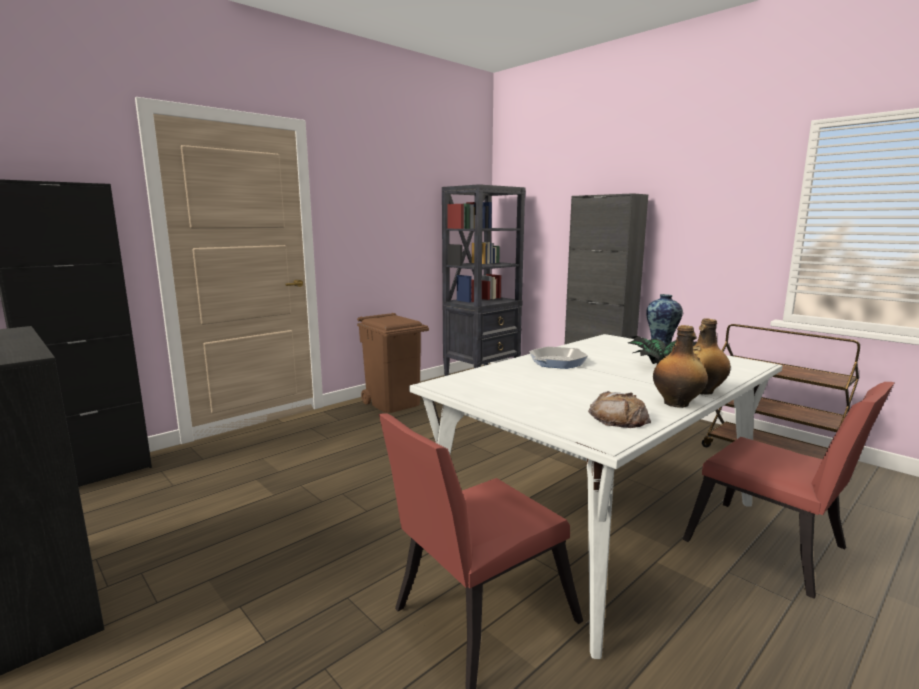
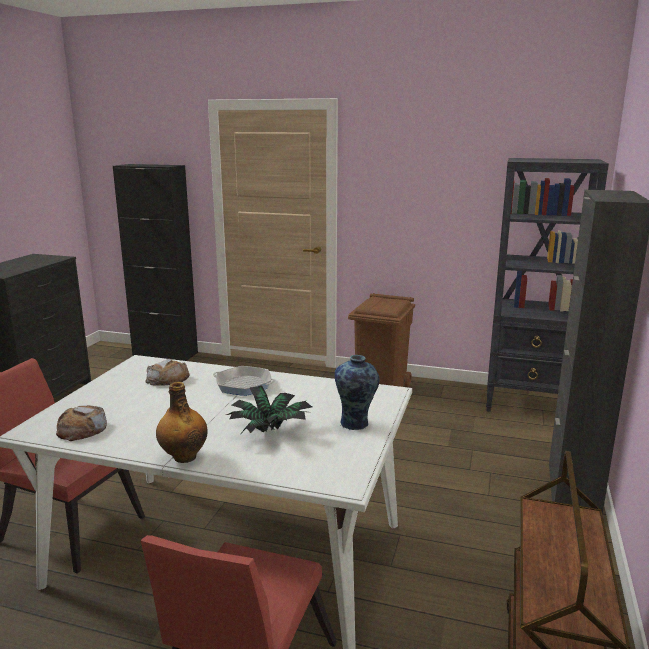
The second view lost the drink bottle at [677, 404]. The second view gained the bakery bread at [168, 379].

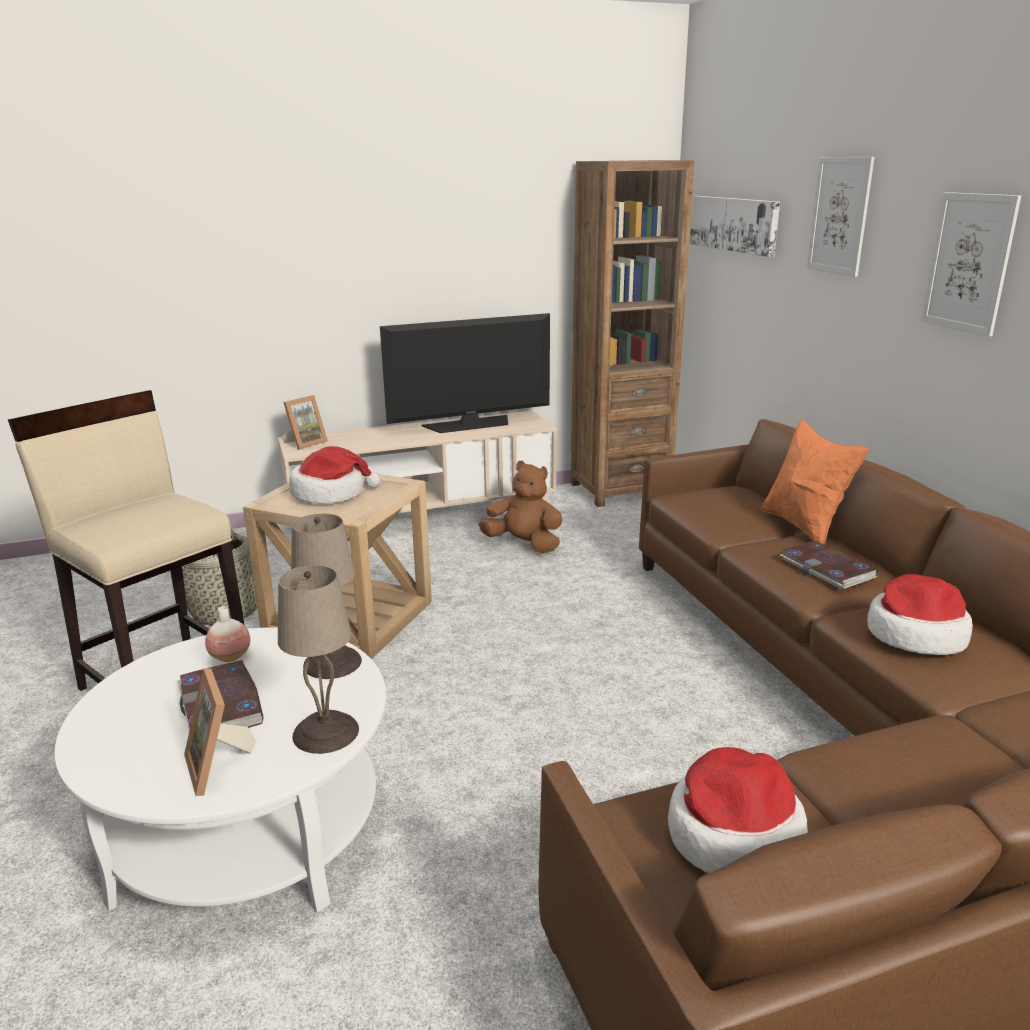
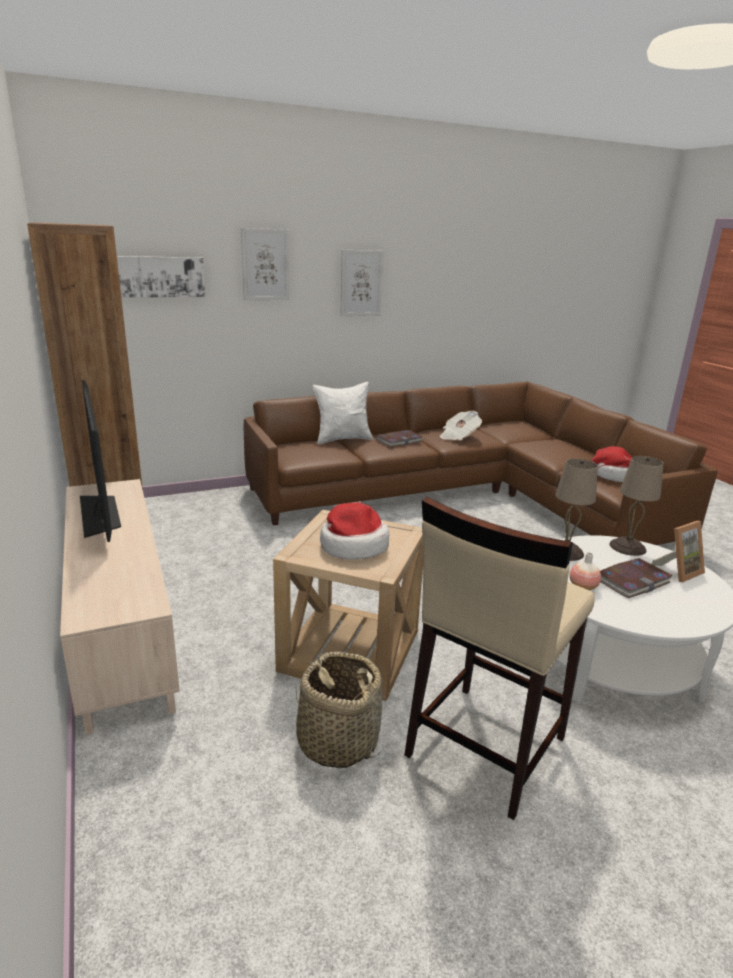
The second view lost the picture frame at [305, 443]. What was the throw pillow (orange) at [804, 527] turned into the throw pillow (white) at [343, 439]. The second view lost the cuddly toy (brownish) at [524, 544]. Where the wearable hat stood at [915, 634], the printed paper came to stand at [458, 436].

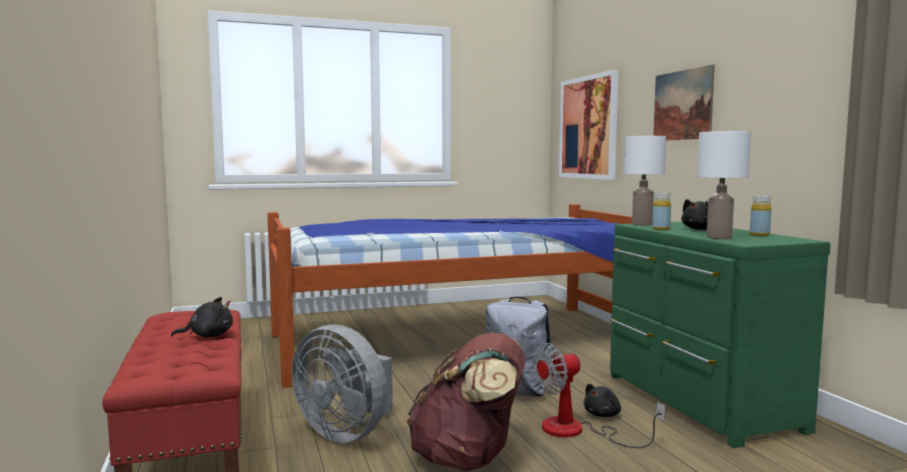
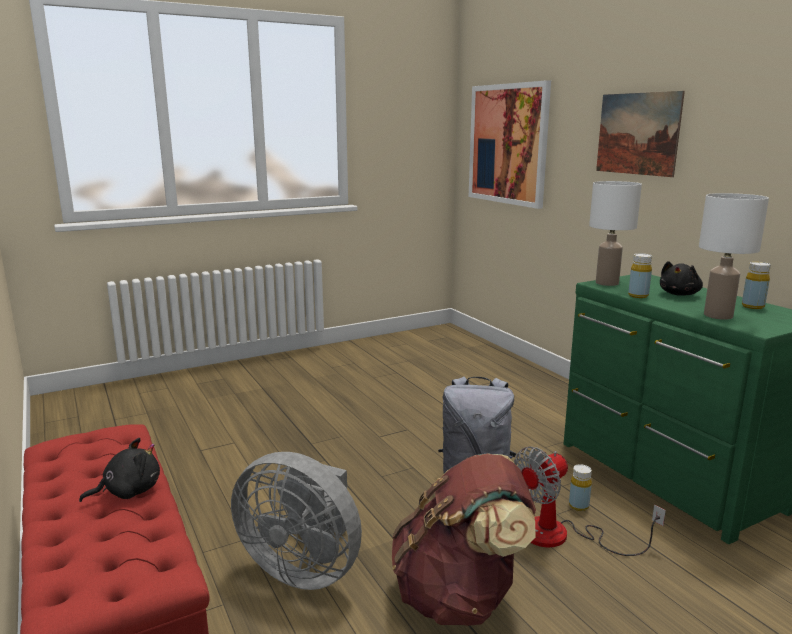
The second view lost the sleeping bed at [457, 339]. Where the cuddly toy (black-coloured) stood at [603, 414], the drink bottle (yellow) came to stand at [578, 506].

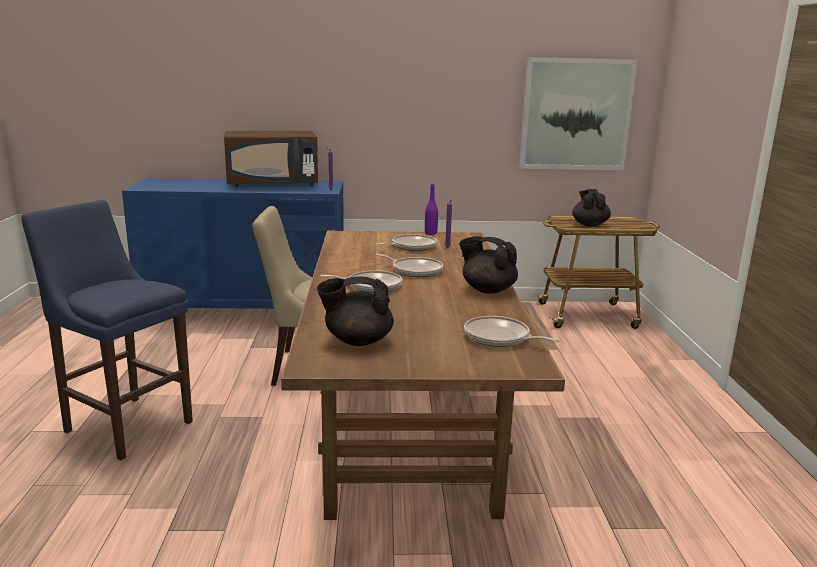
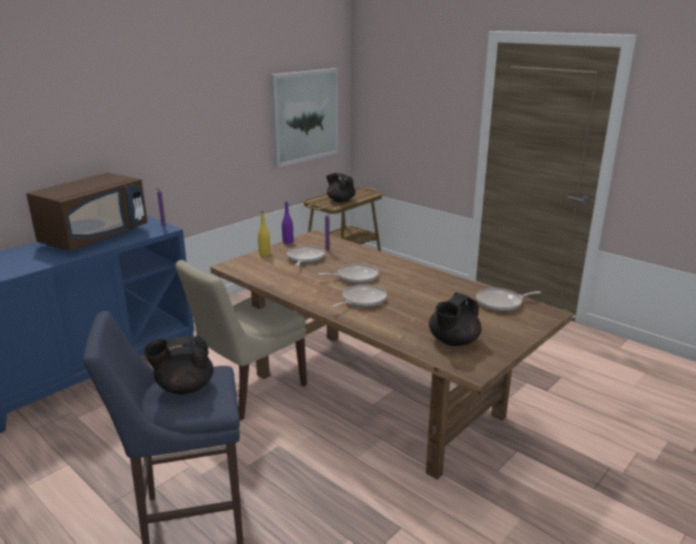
The teapot (black-coloured) ended up elsewhere, having gone from [487, 290] to [184, 387]. The second view gained the drink bottle (yellow) at [264, 254].

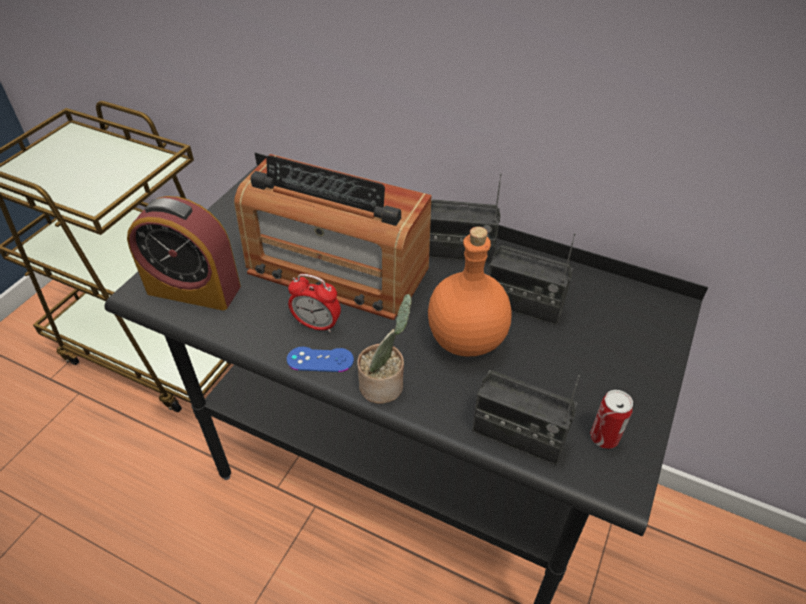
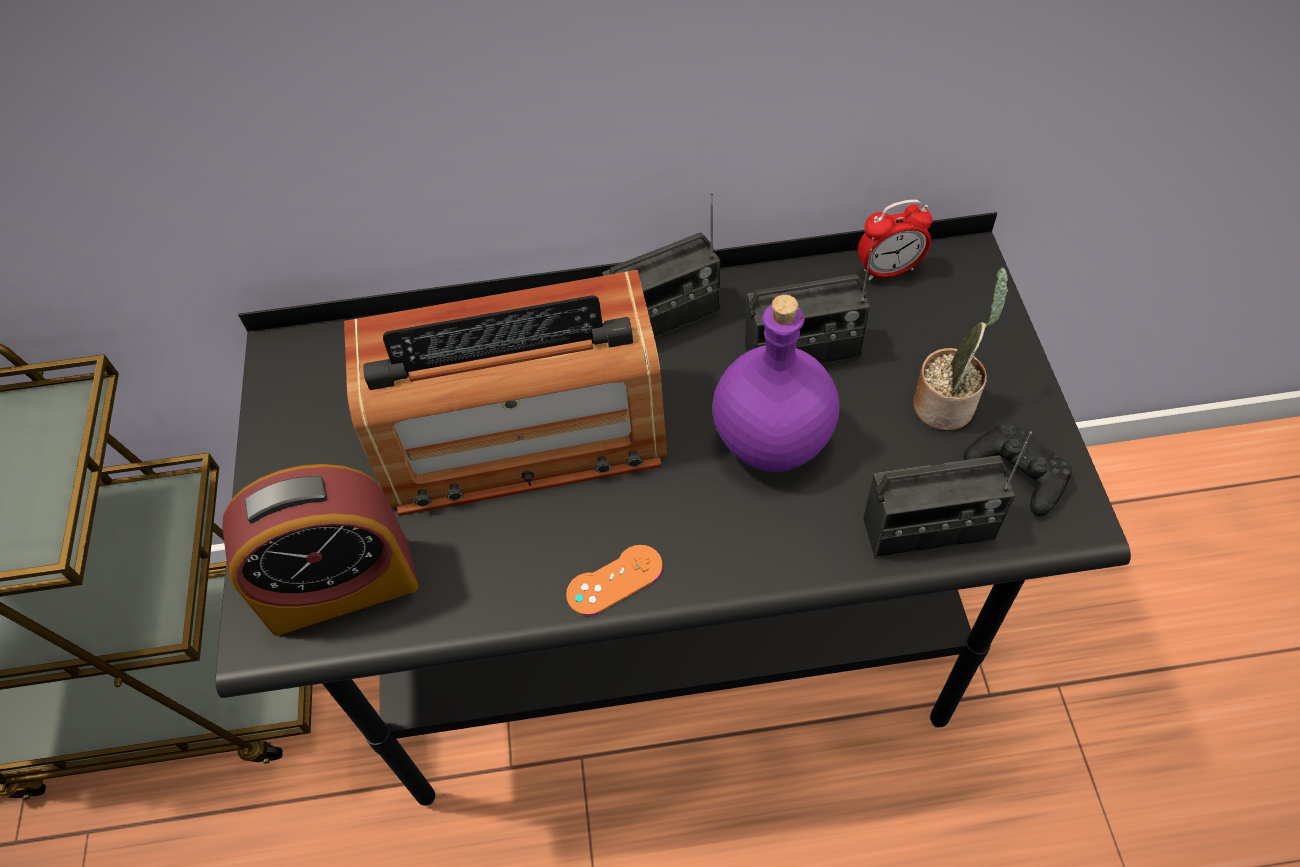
What was the drink bottle (orange) at [468, 339] turned into the drink bottle (purple) at [774, 439]. The alarm clock ended up elsewhere, having gone from [317, 325] to [888, 270]. The plant in a pot ended up elsewhere, having gone from [384, 385] to [947, 403]. What was the game controller (blue-coloured) at [320, 359] turned into the game controller (orange) at [614, 580]. Where the sealed can stood at [604, 437], the game controller (black-coloured) came to stand at [1017, 473].

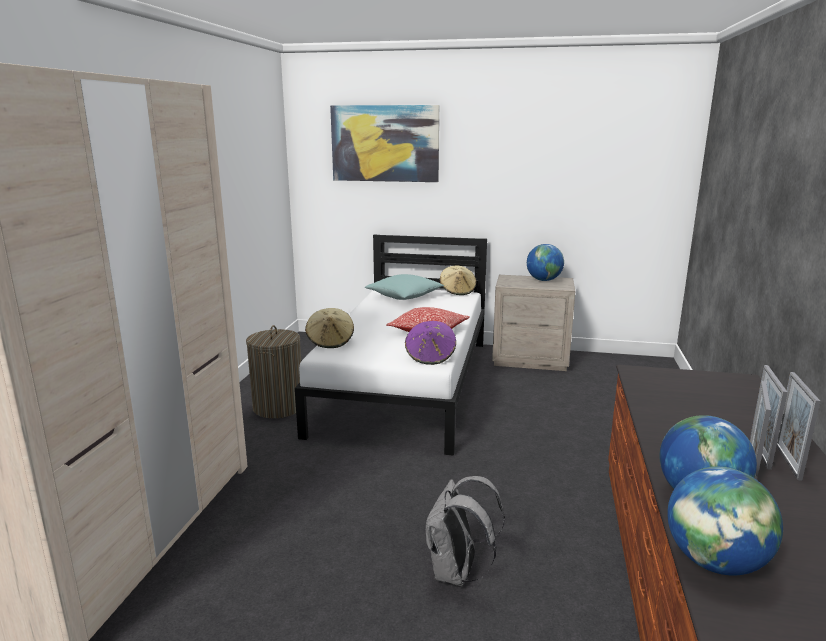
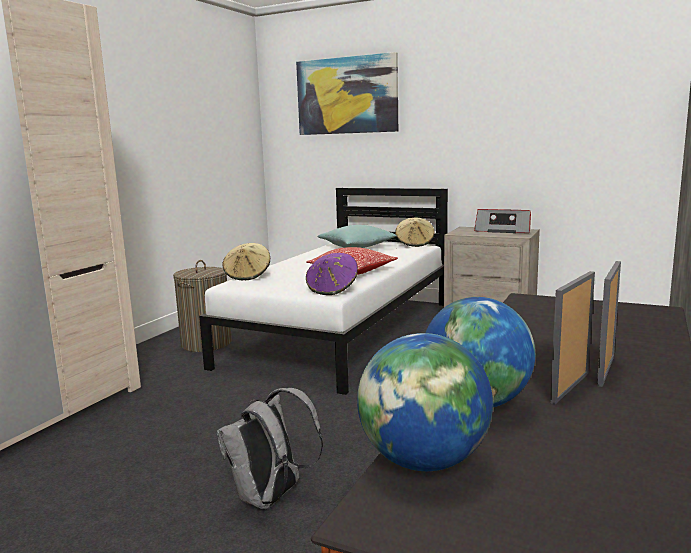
Where the globe stood at [544, 280], the radio set came to stand at [503, 230]. The second view lost the picture frame at [787, 461].

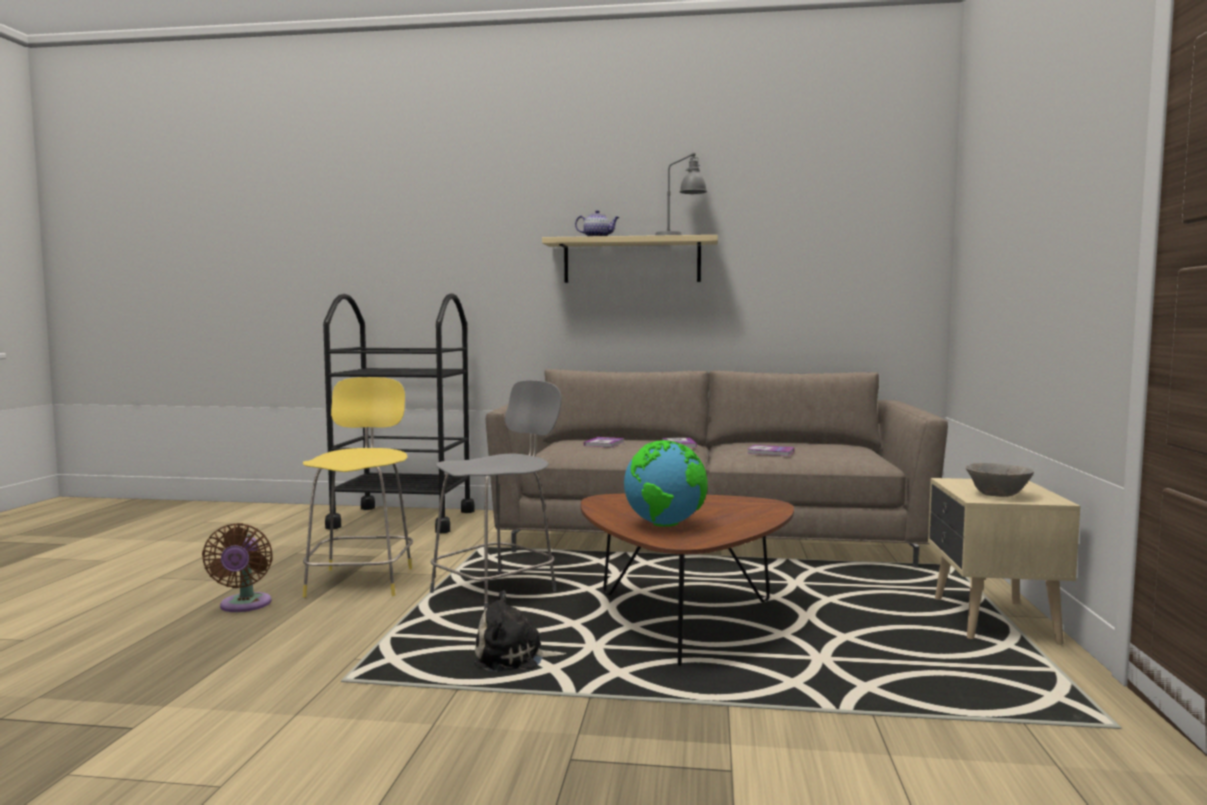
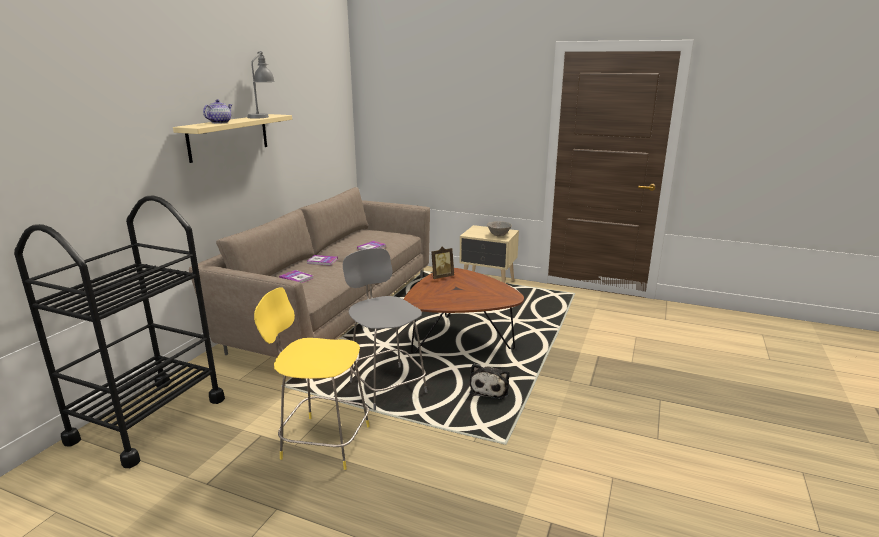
The second view lost the globe at [665, 525]. The second view lost the electric fan (brownish) at [244, 605]. The second view gained the picture frame at [441, 276].

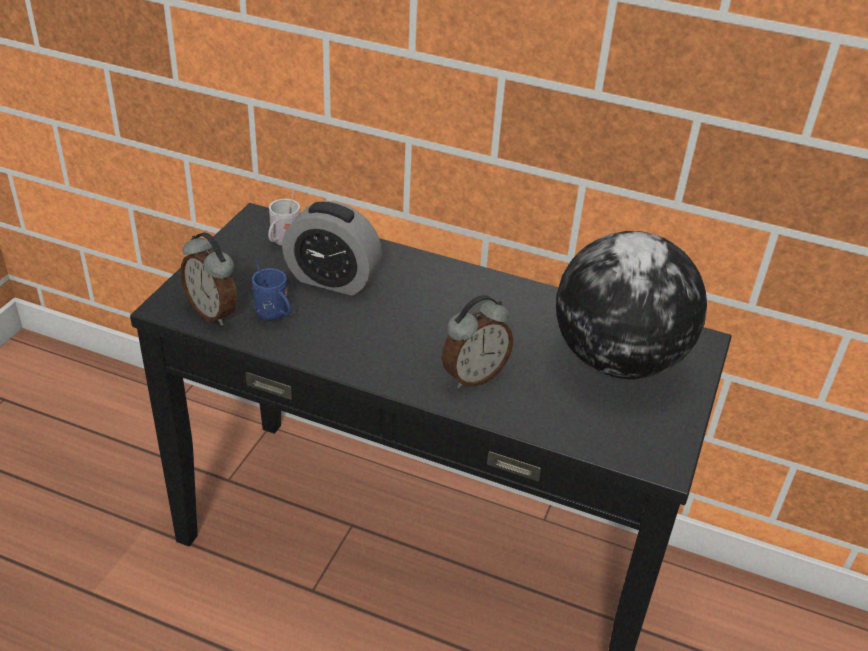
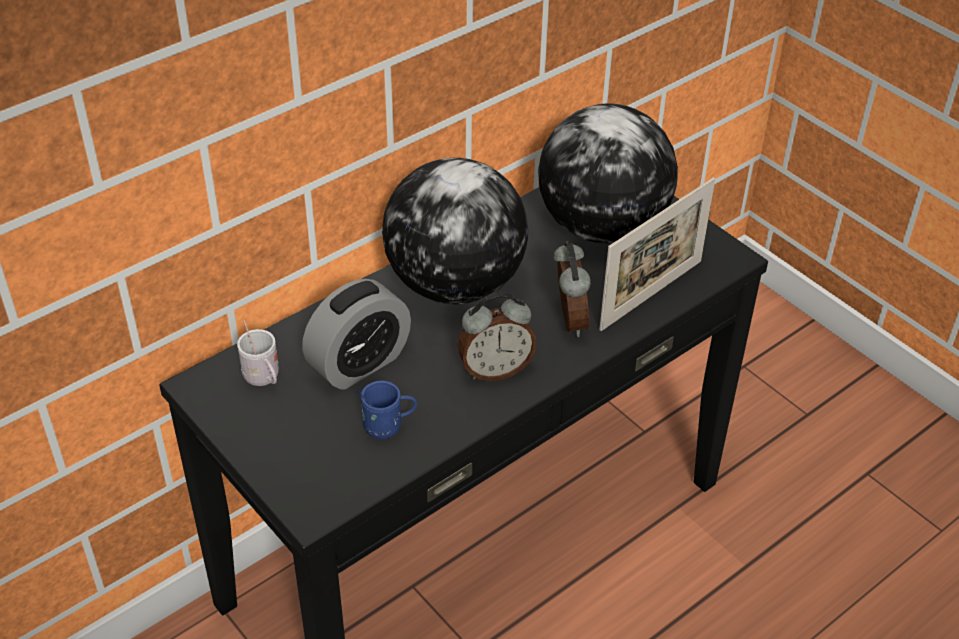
The alarm clock ended up elsewhere, having gone from [213, 312] to [495, 370]. The second view gained the globe at [455, 284]. The second view gained the picture frame at [651, 295].

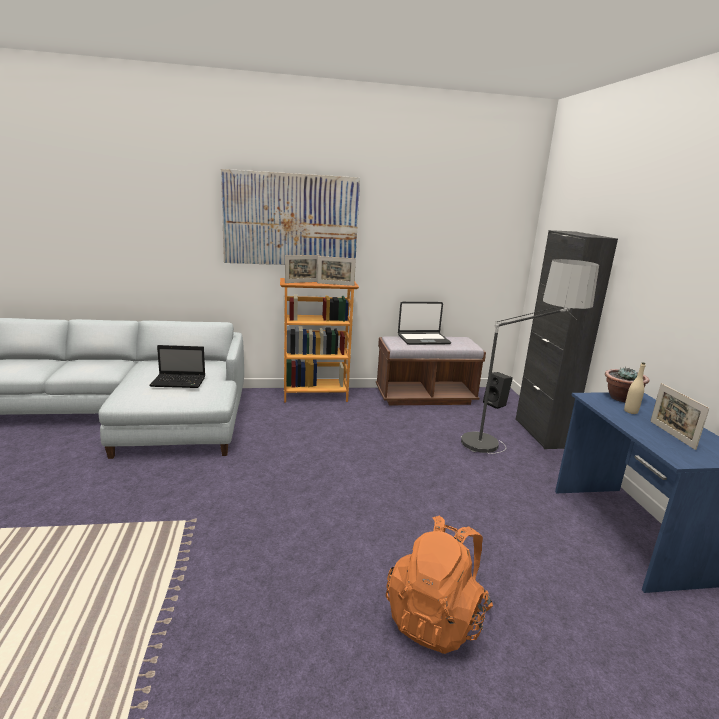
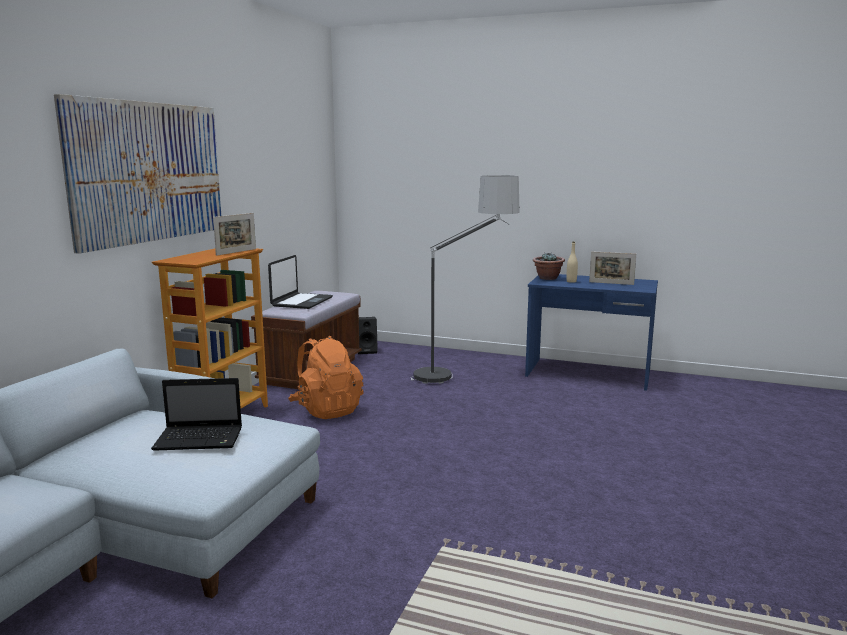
The second view lost the storage cabinet (black-coloured) at [541, 433]. The second view lost the picture frame at [302, 282]. The portable computer at [179, 382] ended up facing another way, 60 degrees clockwise from before. The knapsack (orange) ended up elsewhere, having gone from [436, 618] to [326, 410].

